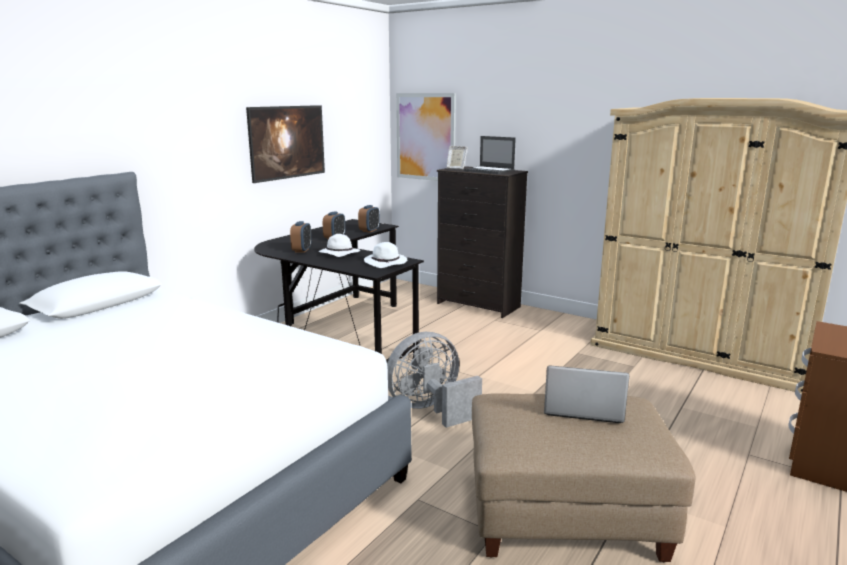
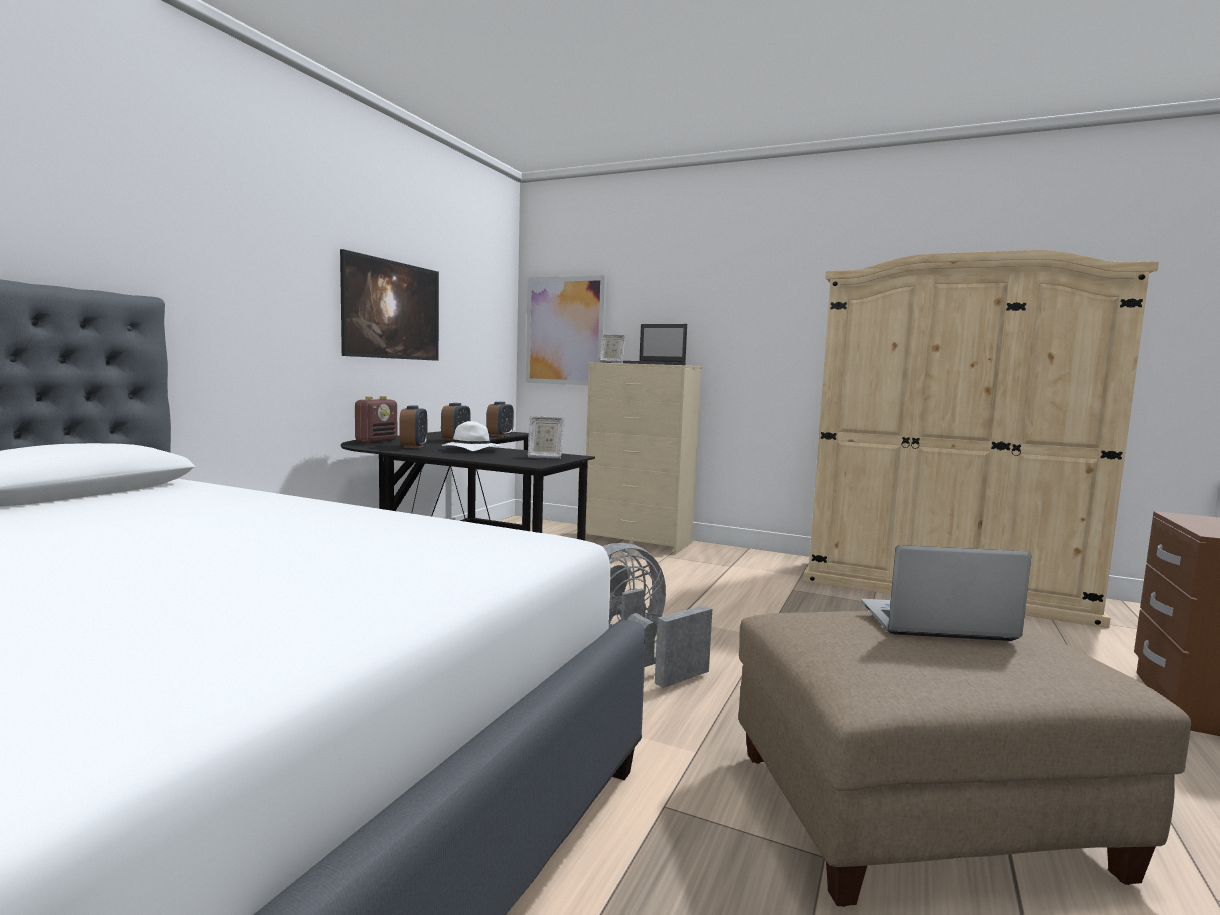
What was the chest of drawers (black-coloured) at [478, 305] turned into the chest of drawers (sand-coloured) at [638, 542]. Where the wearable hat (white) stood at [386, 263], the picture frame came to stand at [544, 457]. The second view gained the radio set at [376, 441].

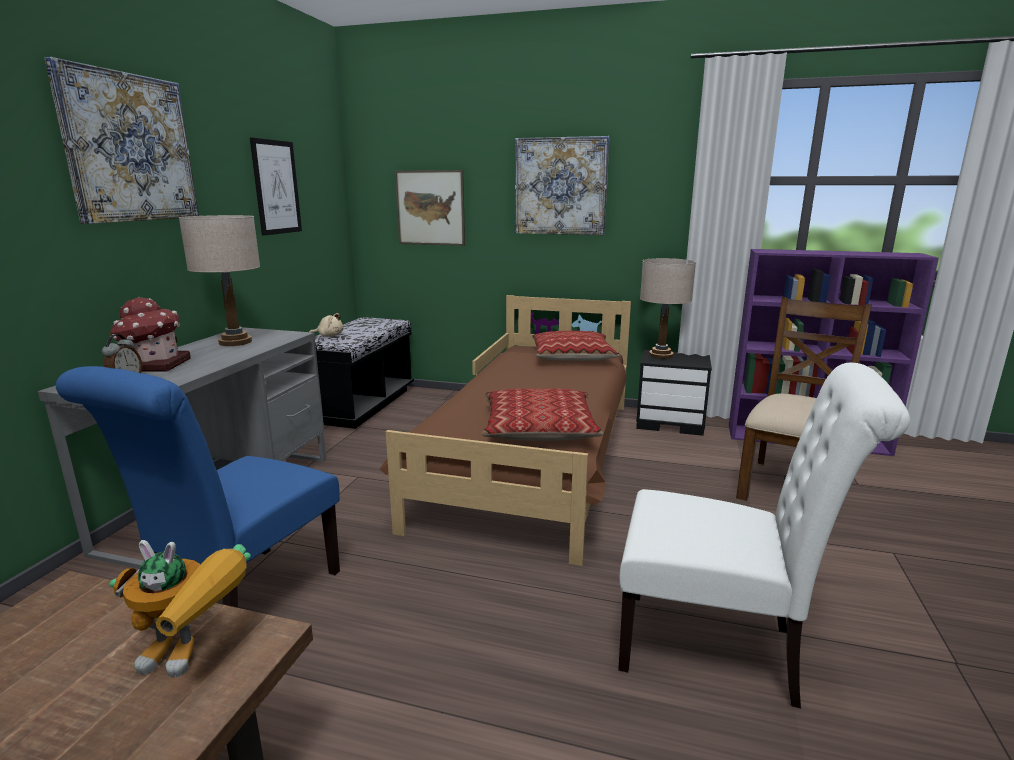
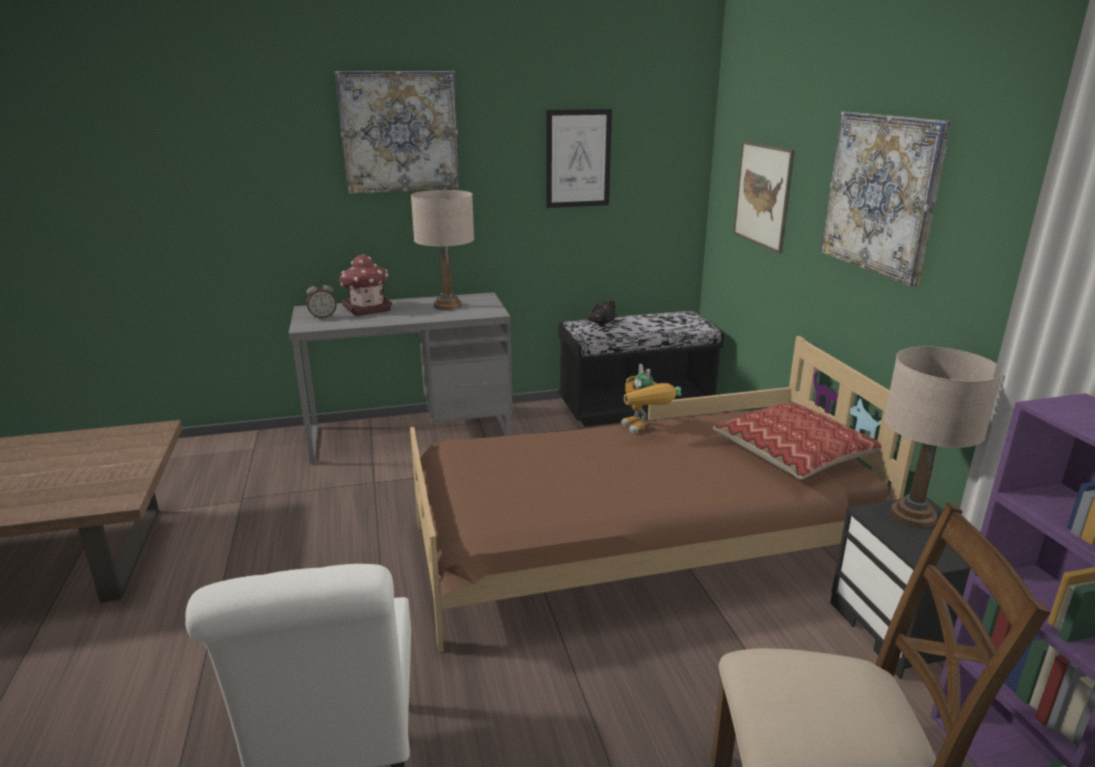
What was the cuddly toy (sand-coloured) at [329, 336] turned into the cuddly toy (black-coloured) at [600, 322]. The second view lost the upright chair (blue-coloured) at [242, 606]. The second view lost the throw pillow at [539, 428]. The robot figure ended up elsewhere, having gone from [196, 655] to [644, 431].

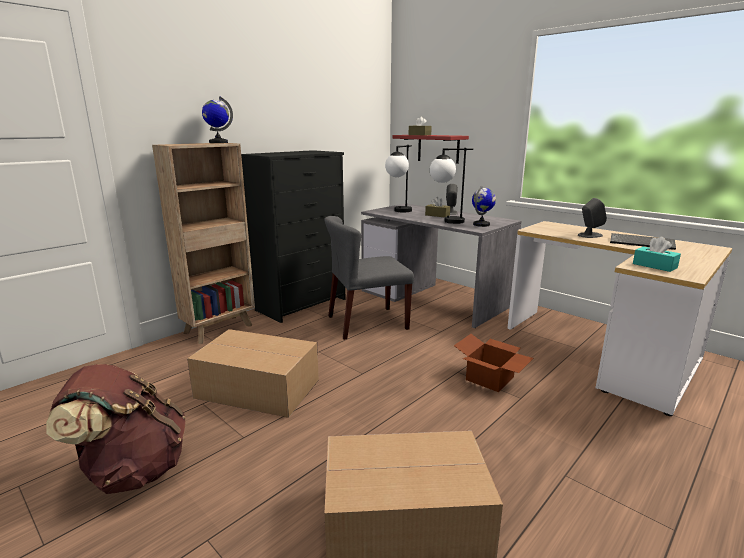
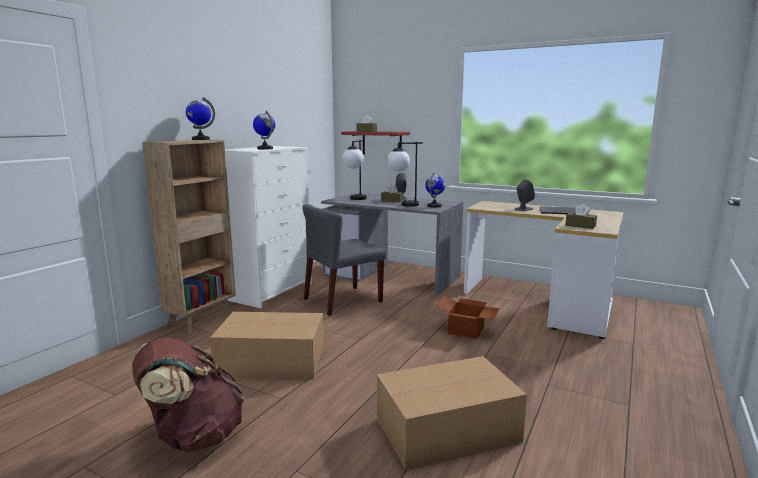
What was the chest of drawers (black-coloured) at [302, 304] turned into the chest of drawers (white) at [273, 291]. What was the tissue holder (turquoise) at [654, 266] turned into the tissue holder (brownish) at [580, 226]. The second view gained the globe at [265, 149].

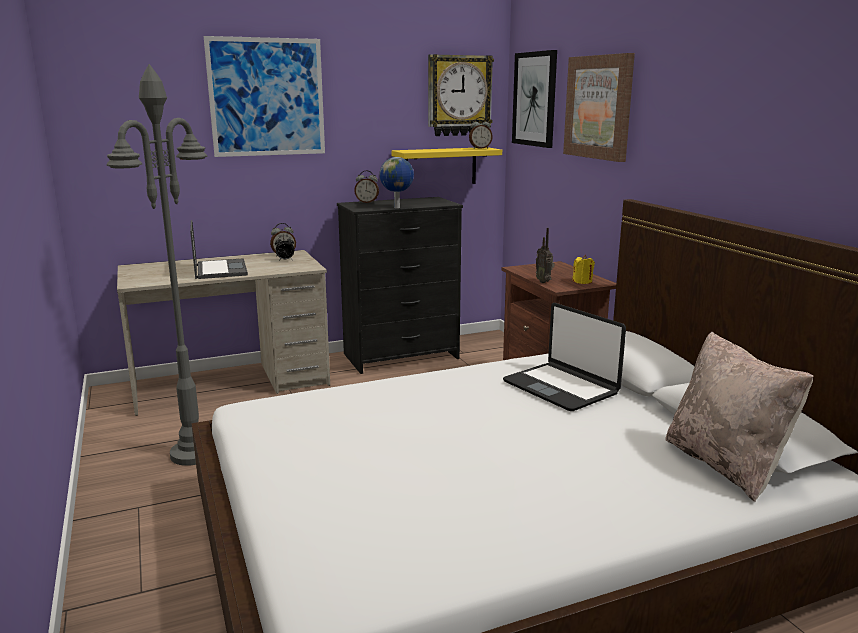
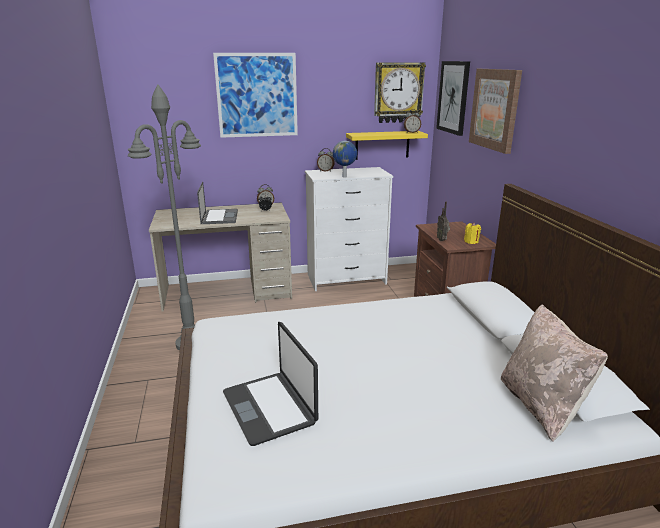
What was the chest of drawers (black-coloured) at [401, 356] turned into the chest of drawers (white) at [346, 279]. The portable computer ended up elsewhere, having gone from [561, 387] to [270, 407].

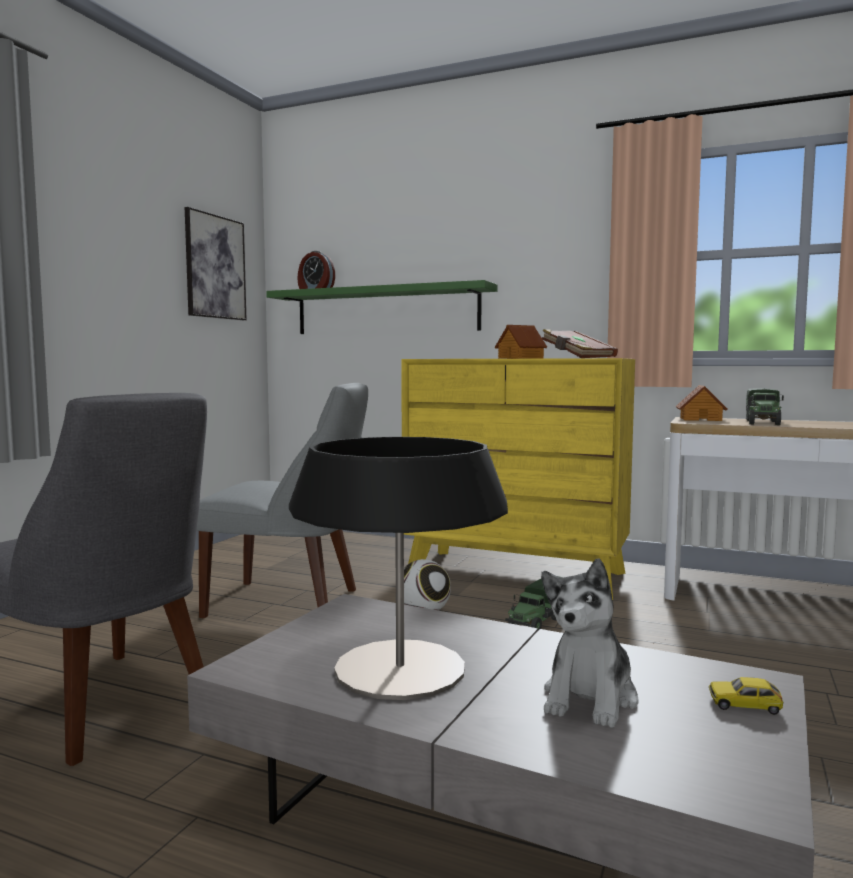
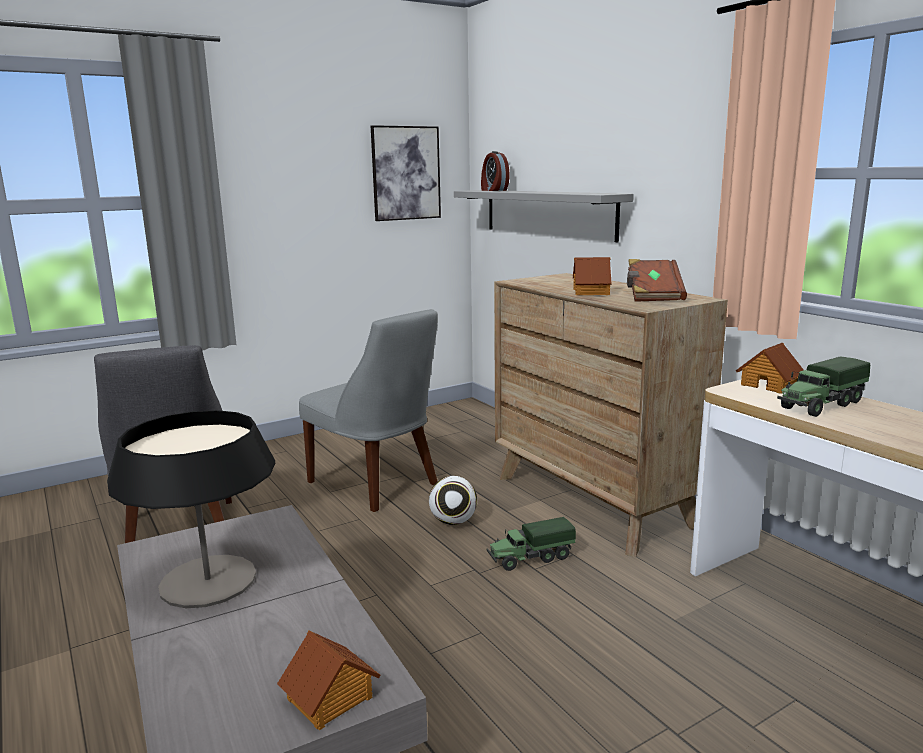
What was the wall shelf (green-coloured) at [385, 311] turned into the wall shelf (grey) at [547, 213]. What was the chest of drawers (yellow) at [516, 573] turned into the chest of drawers (brownish) at [593, 501]. The second view lost the cuddly toy at [590, 698]. Where the model car stood at [744, 704], the toy house came to stand at [330, 698].

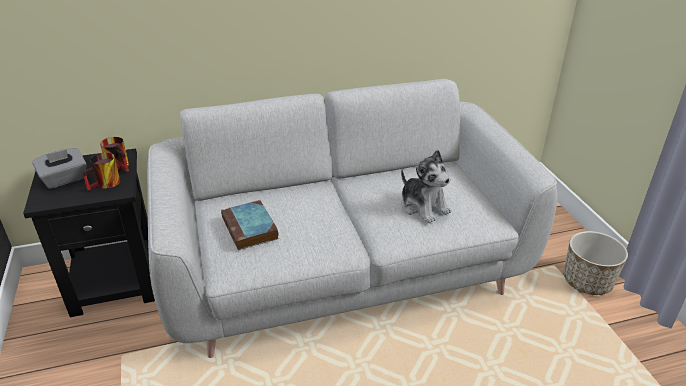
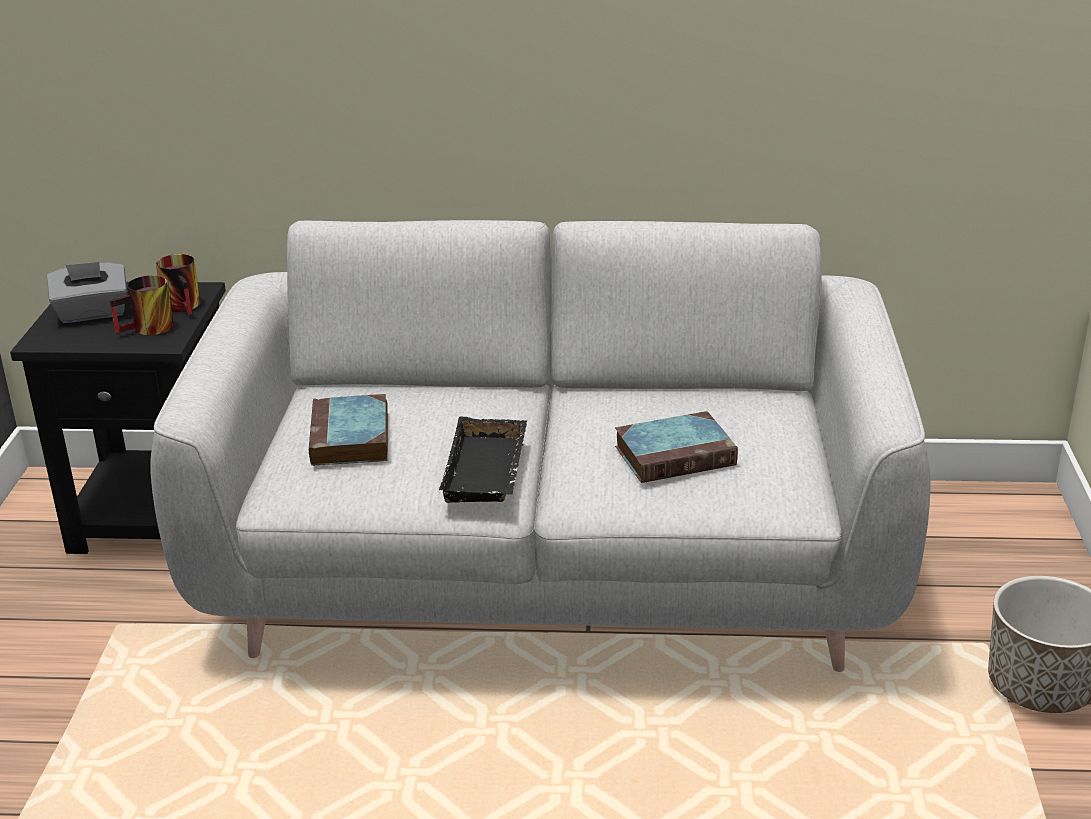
Where the cuddly toy stood at [423, 207], the book came to stand at [676, 454]. The second view gained the serving tray (black-coloured) at [489, 471].

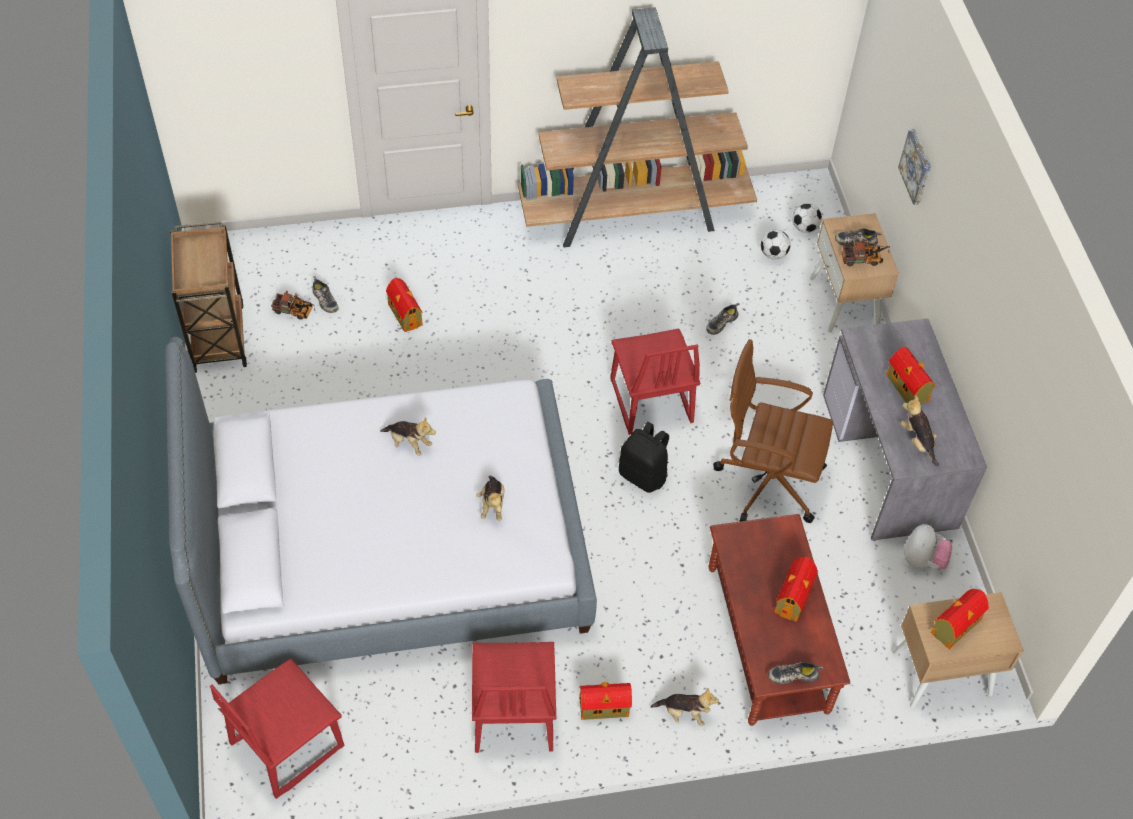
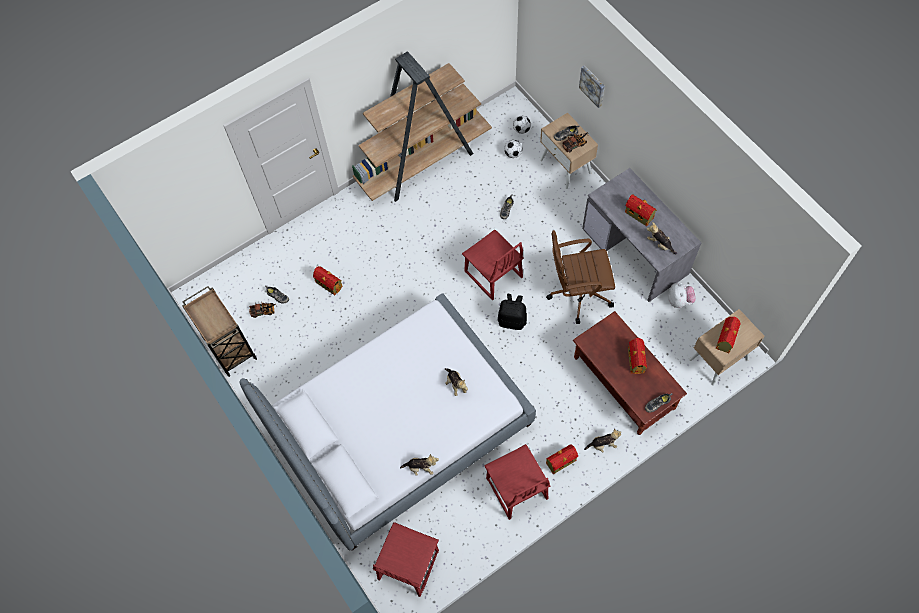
The cuddly toy ended up elsewhere, having gone from [409, 443] to [421, 468].

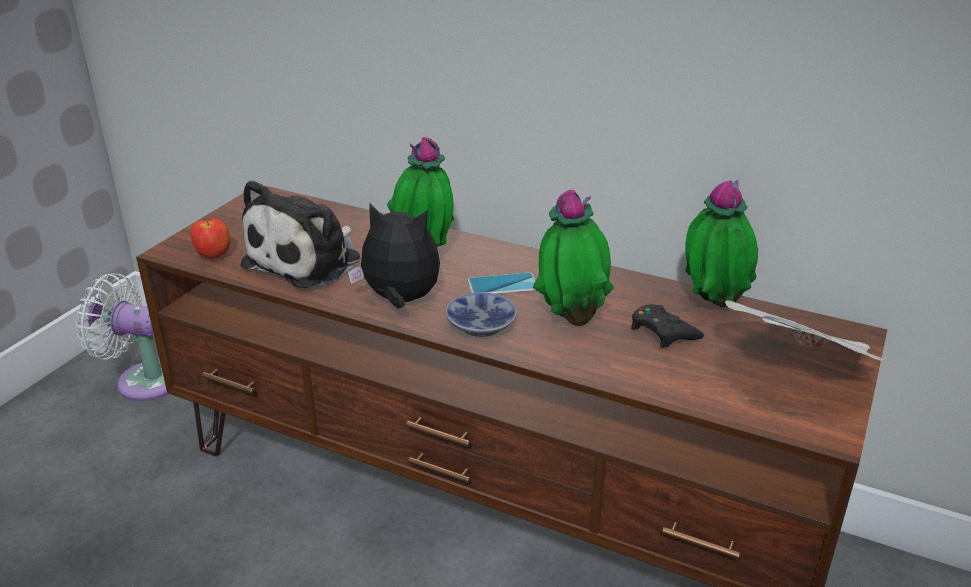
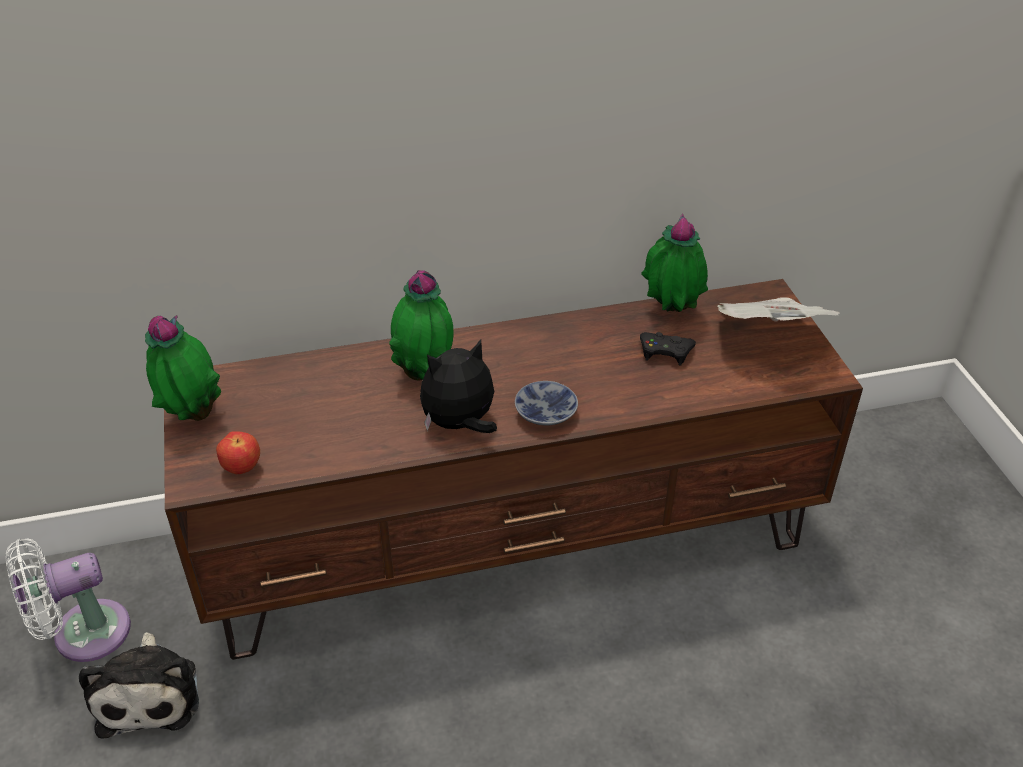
The cuddly toy ended up elsewhere, having gone from [308, 260] to [149, 693]. The plant in a pot ended up elsewhere, having gone from [572, 319] to [193, 415]. The second view lost the phone at [502, 285].

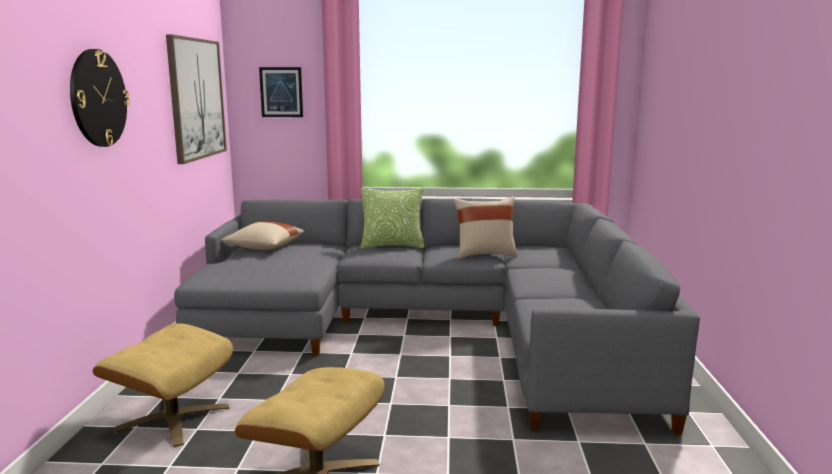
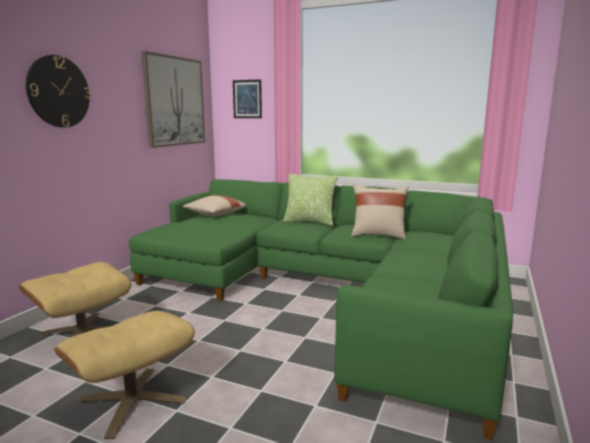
What was the sofa (grey) at [433, 326] turned into the sofa (green-coloured) at [327, 291].

